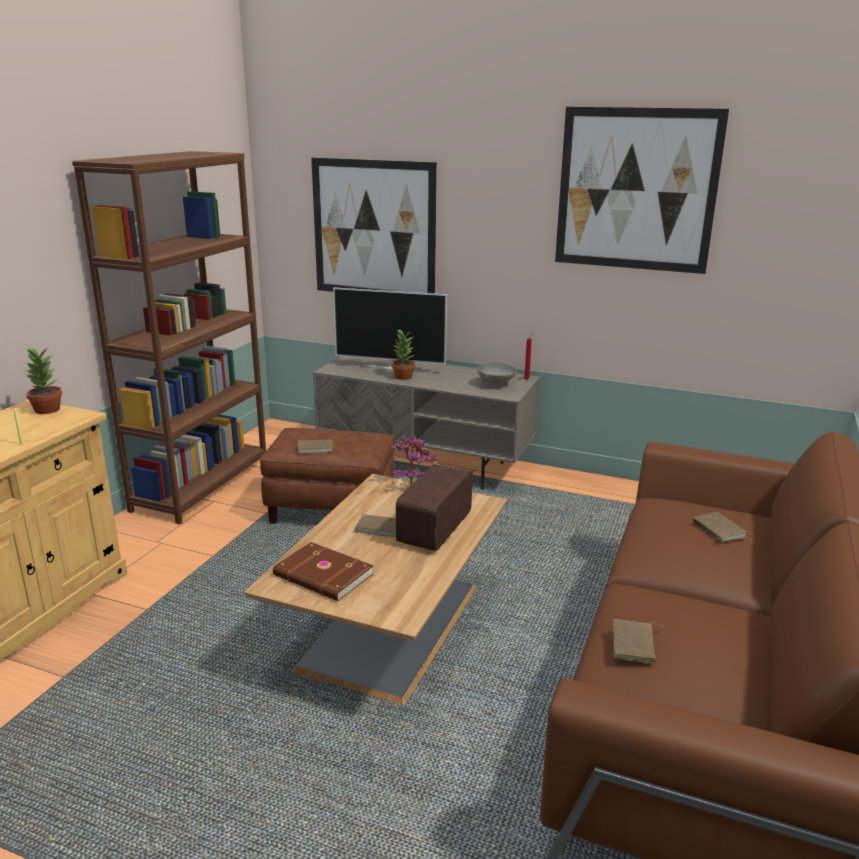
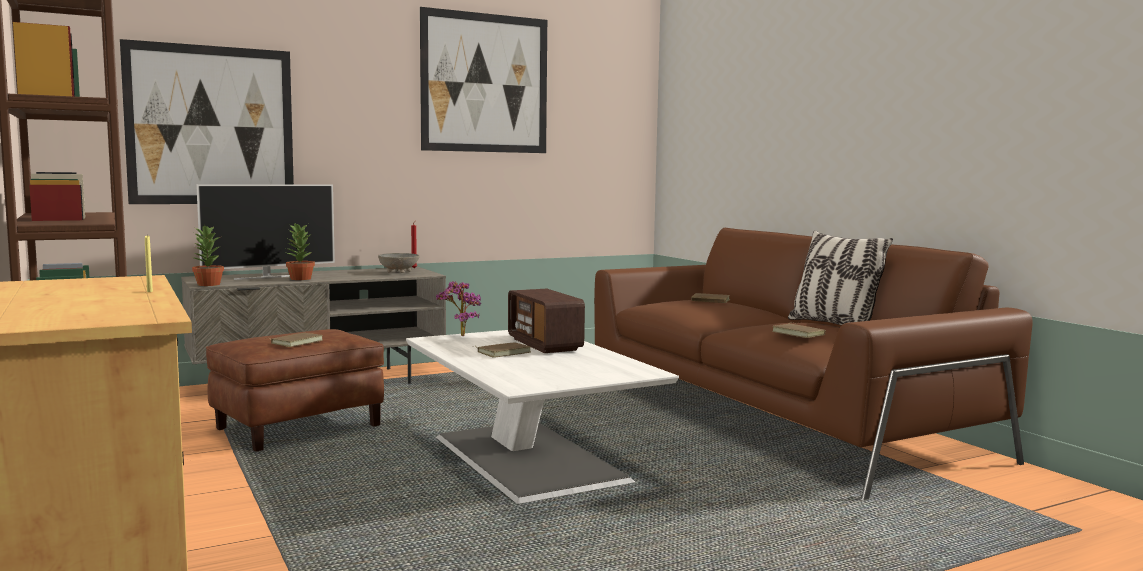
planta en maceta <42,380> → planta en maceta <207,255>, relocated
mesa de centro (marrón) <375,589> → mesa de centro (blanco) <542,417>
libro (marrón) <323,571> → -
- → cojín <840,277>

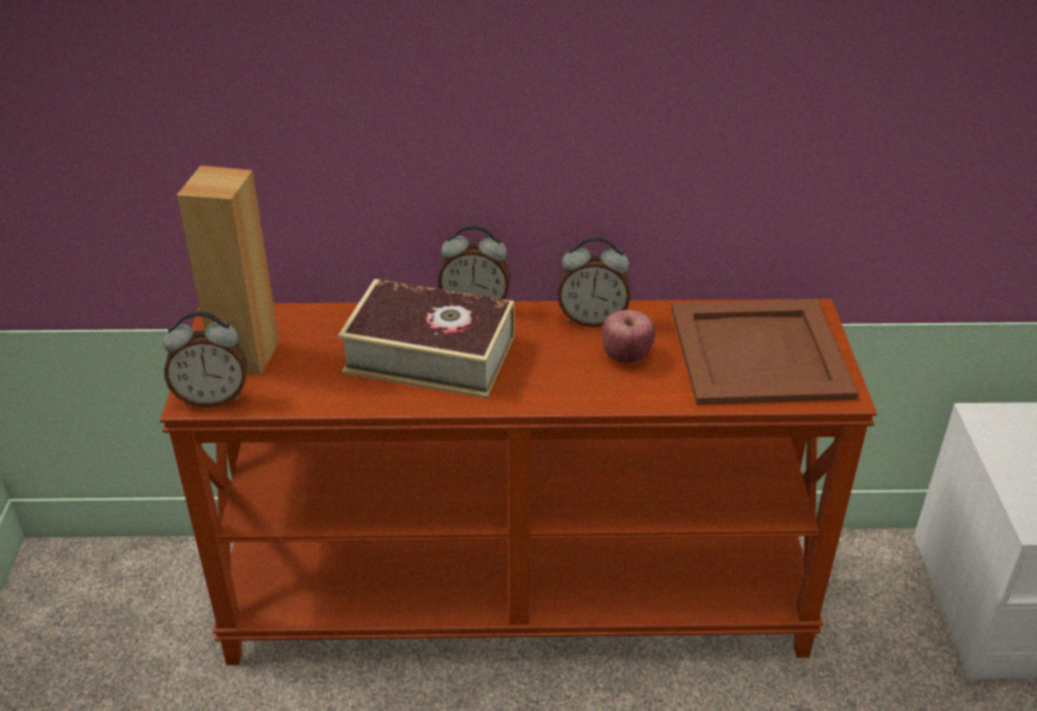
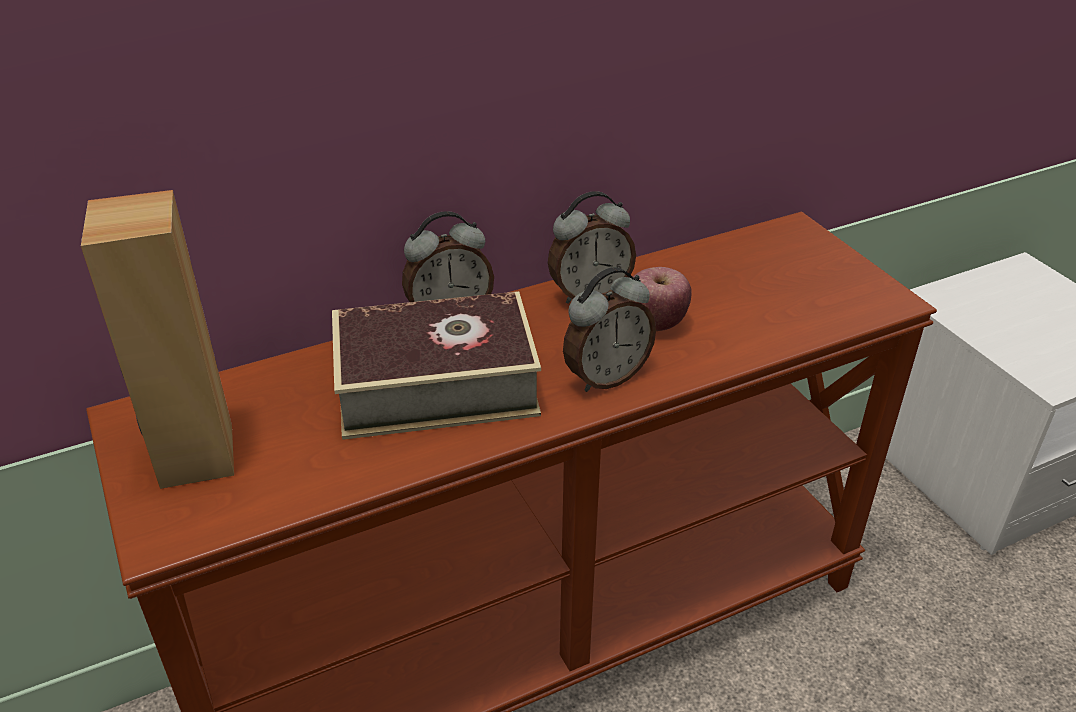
despertador <205,359> → despertador <609,329>, relocated
bandeja (marrón) <764,352> → -

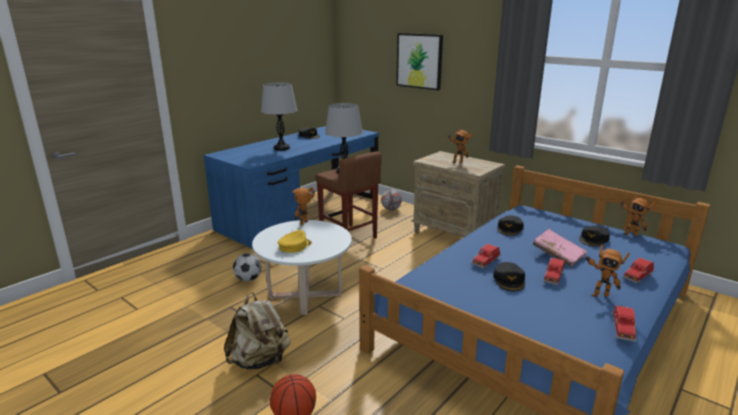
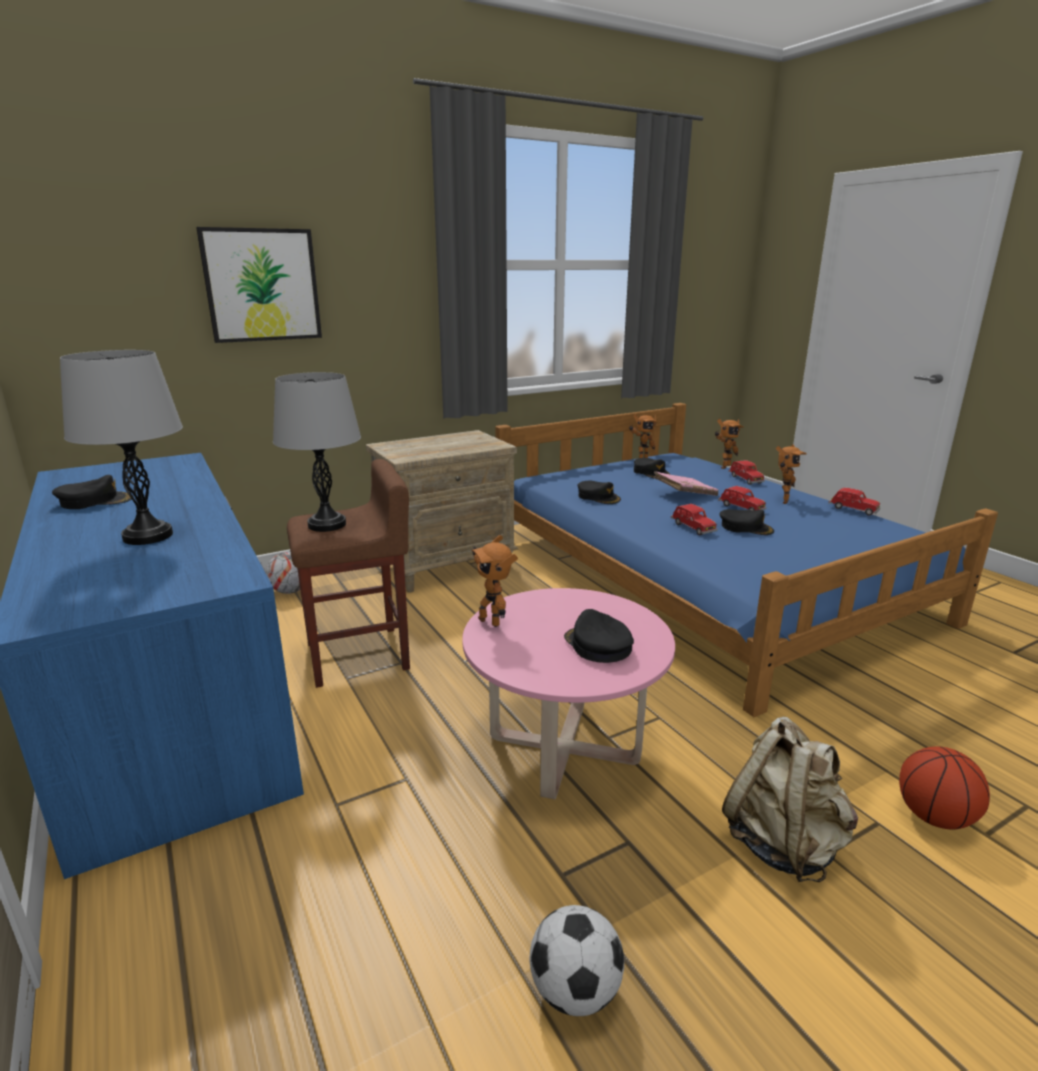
balón de fútbol <247,267> → balón de fútbol <577,960>, relocated
mesa de centro (blanco) <302,267> → mesa de centro (rosa) <568,693>
gorra (amarillo) <294,241> → gorra (negro) <599,636>
robot de juguete <461,146> → robot de juguete <729,444>, relocated

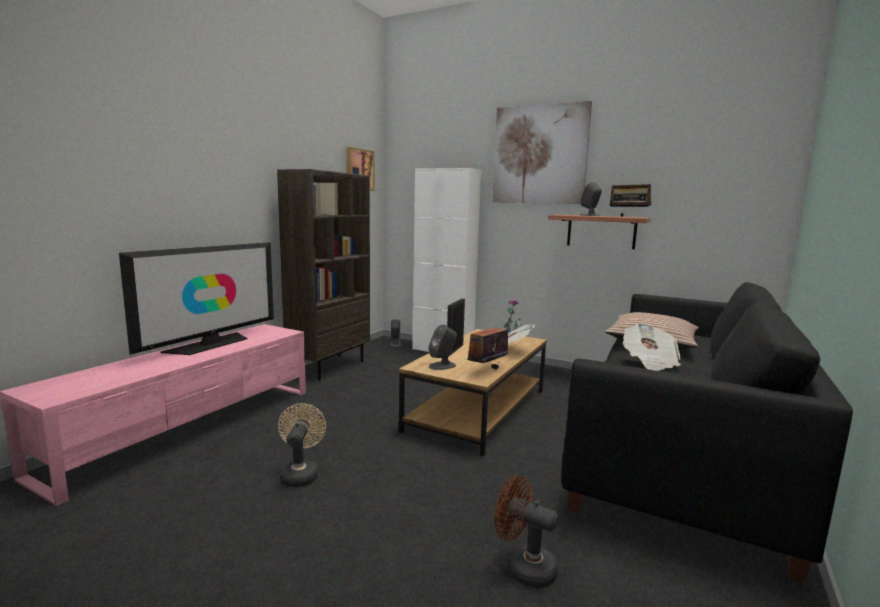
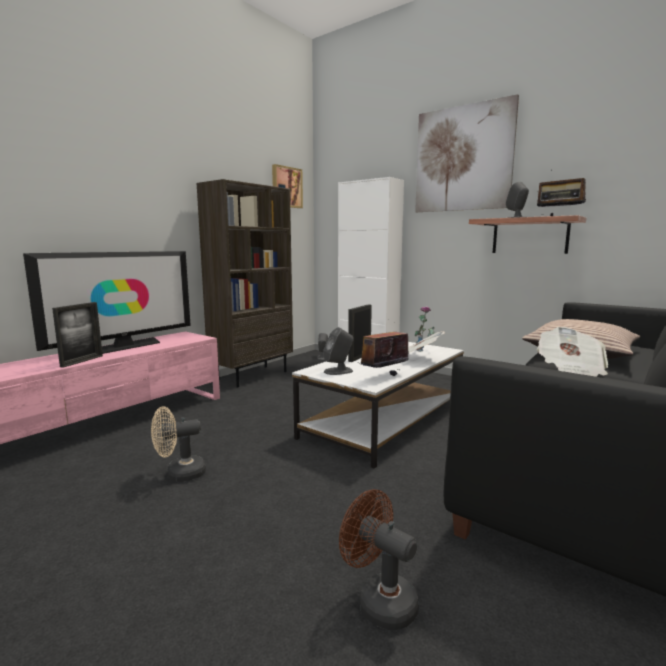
ventilador (beis) <302,445> → ventilador (beis) <178,444>, 120 degrees counterclockwise
mesa de centro (marrón) <473,393> → mesa de centro (blanco) <378,405>
- → portarretratos <77,335>

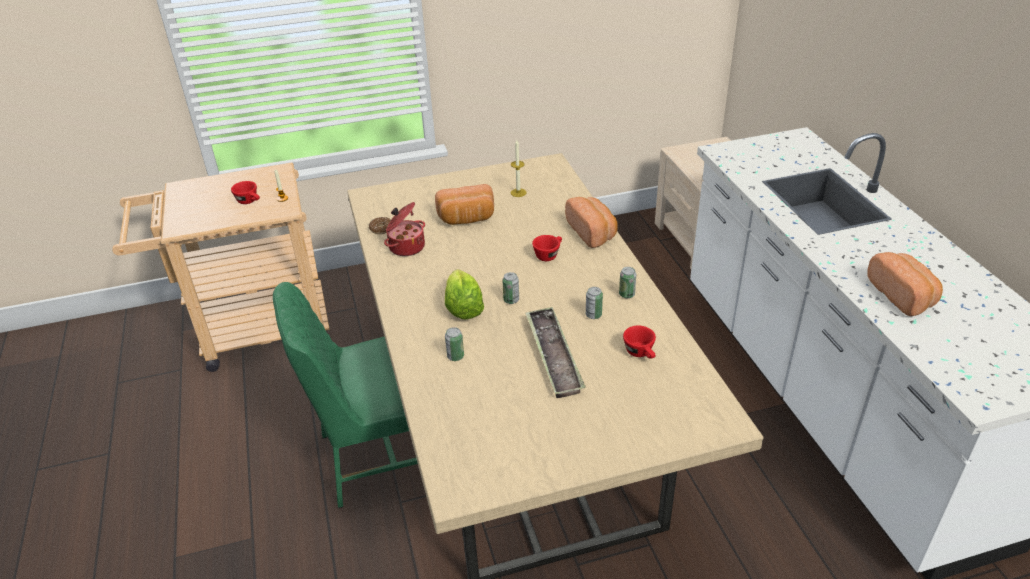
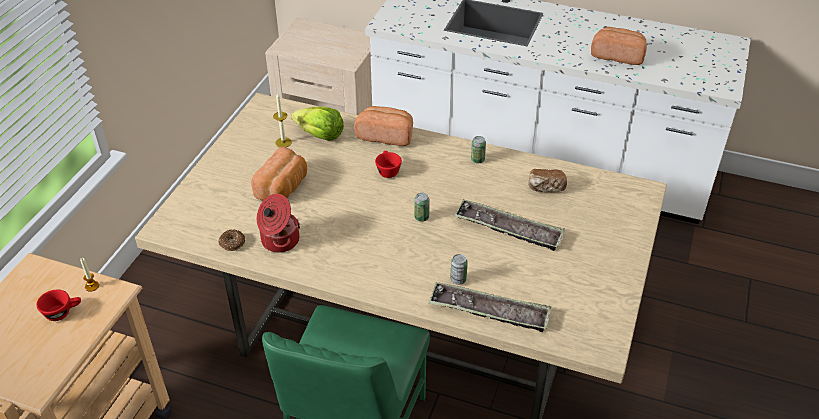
lechuga <464,294> → lechuga <317,123>, relocated
lata <594,303> → -
taza (rojo) <639,342> → pan <548,180>
- → bandeja <490,307>

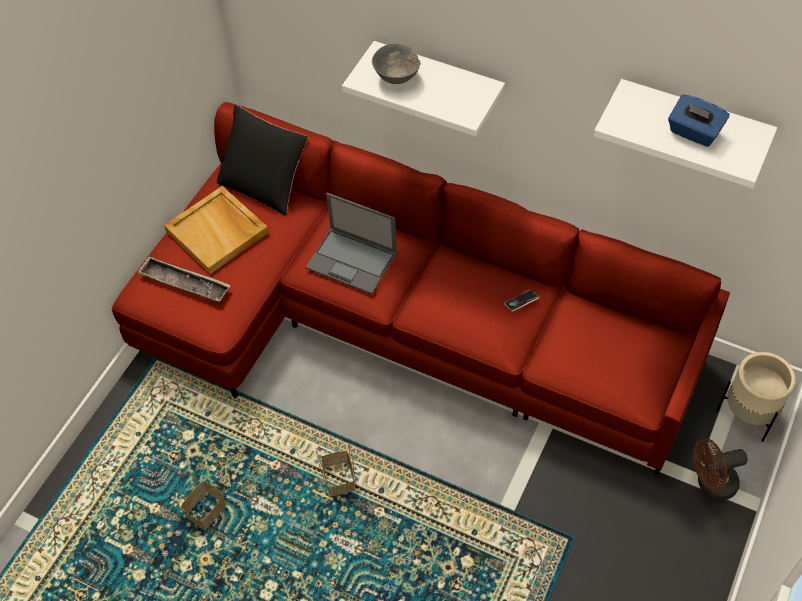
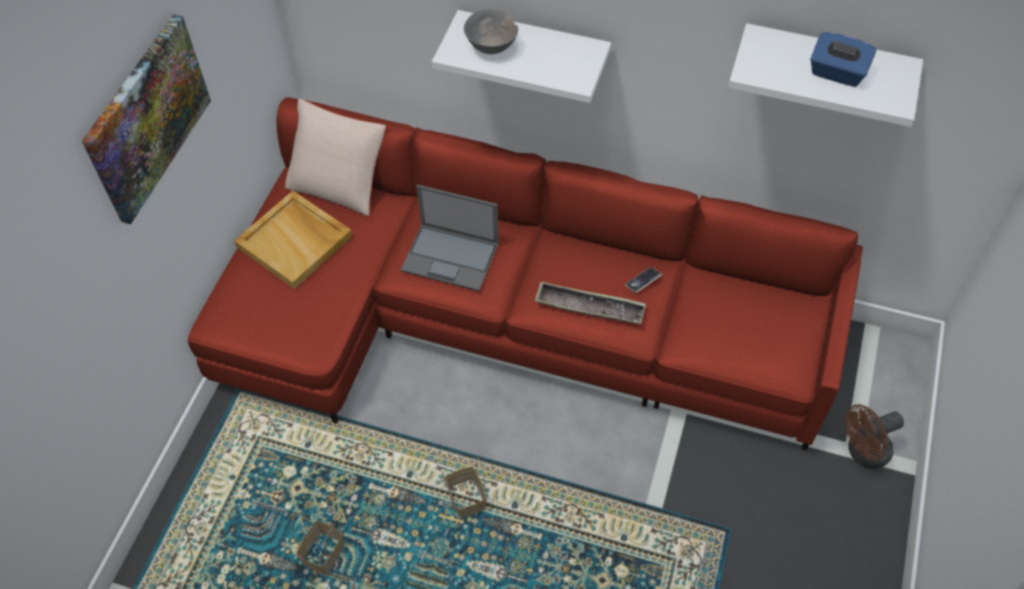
bandeja <184,279> → bandeja <590,303>, relocated
cojín (negro) <262,160> → cojín (beis) <335,157>
maceta (beis) <755,397> → -
- → cuadro <146,119>

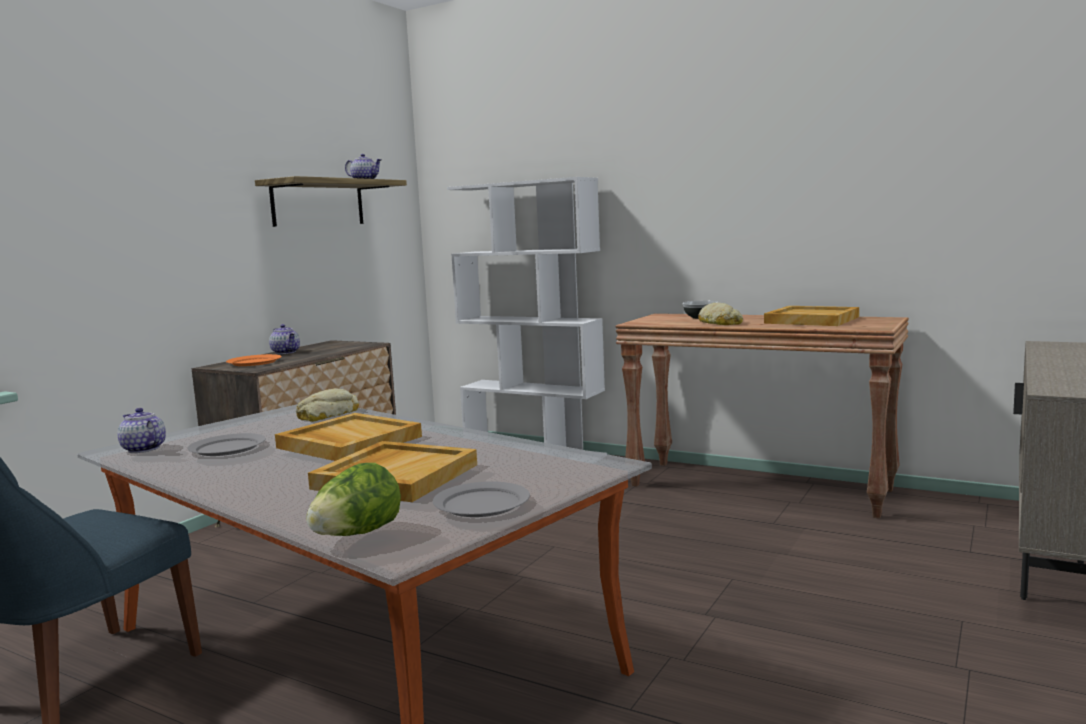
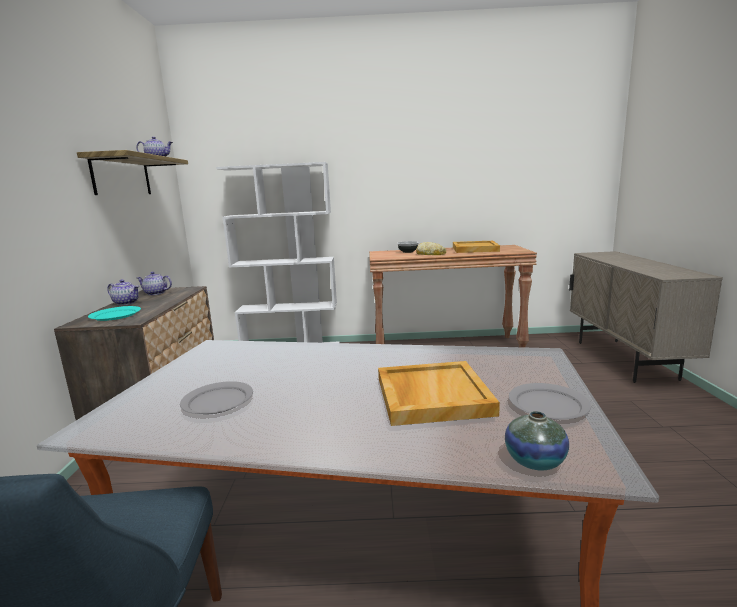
tetera <141,430> → tetera <154,283>, relocated
plato (naranja) <254,360> → plato (turquesa) <114,313>
bandeja (beis) <348,437> → -
pan <327,405> → -
lechuga <353,499> → florero <537,441>

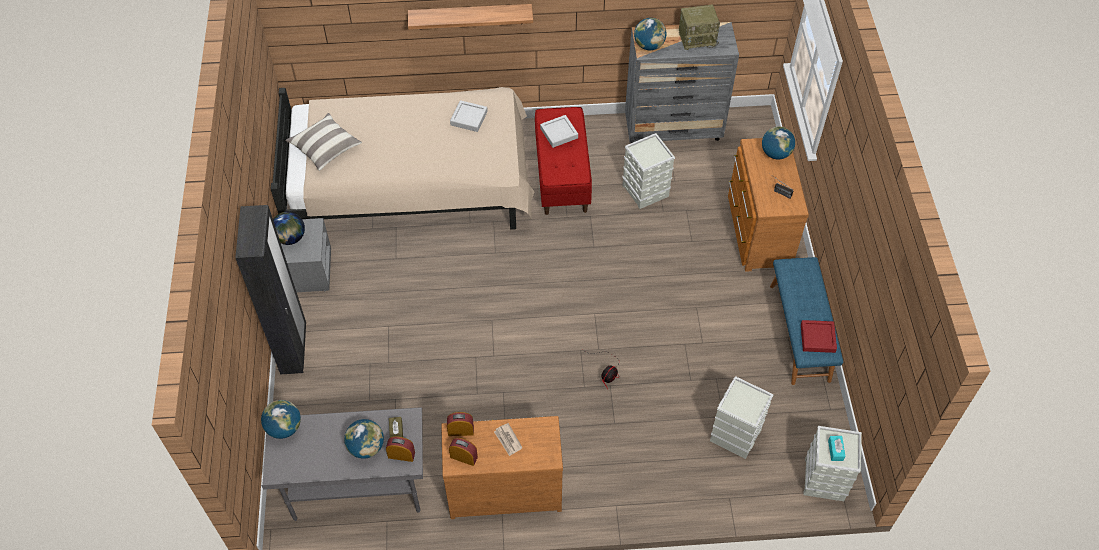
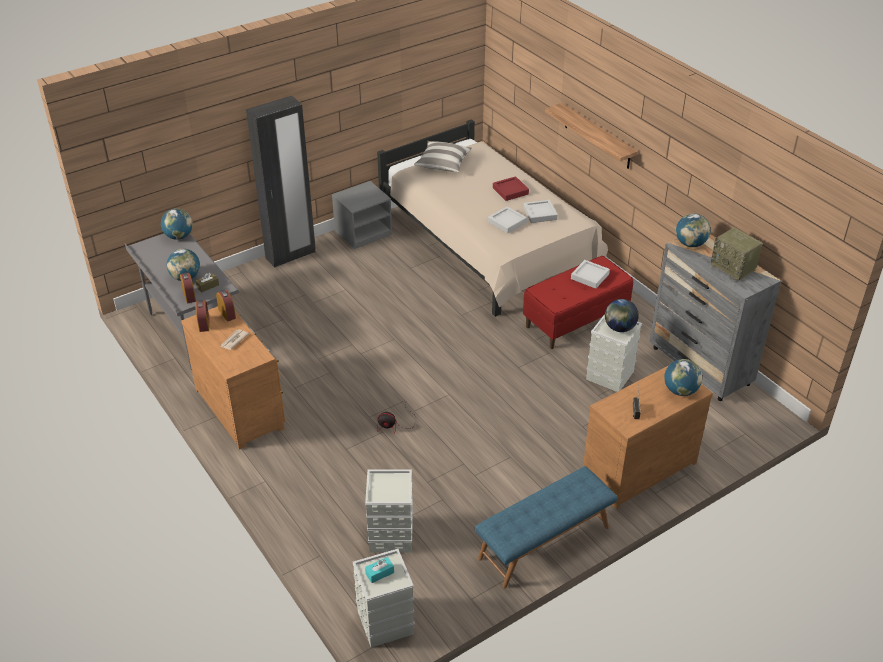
globo terráqueo <289,228> → globo terráqueo <622,315>, relocated
bandeja (rojo) <819,336> → bandeja (rojo) <511,188>, relocated
- → bandeja (gris) <507,220>

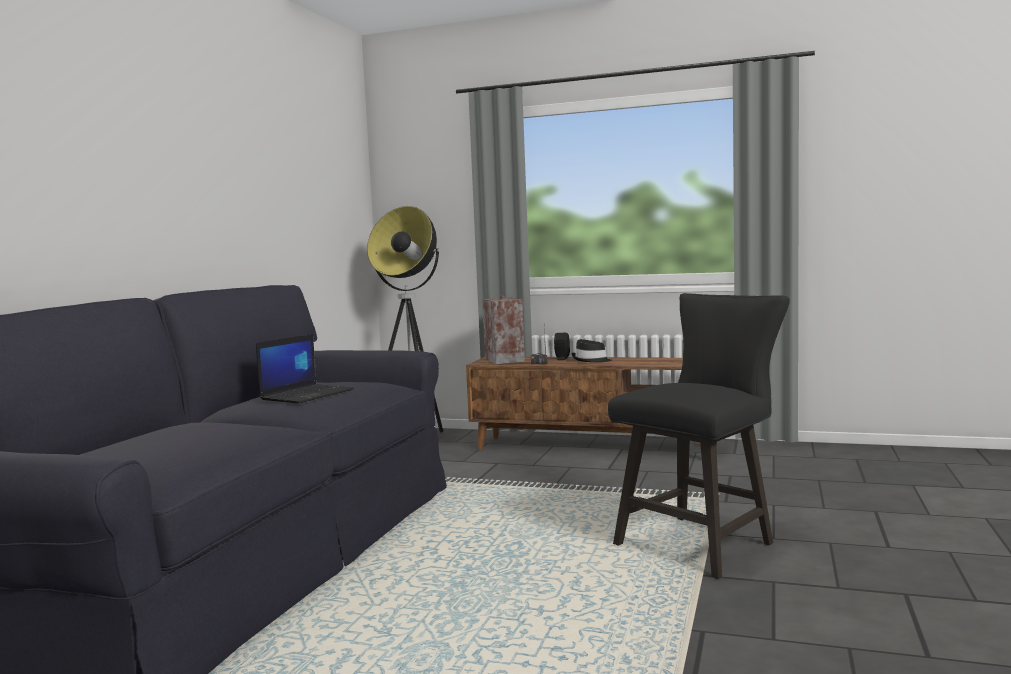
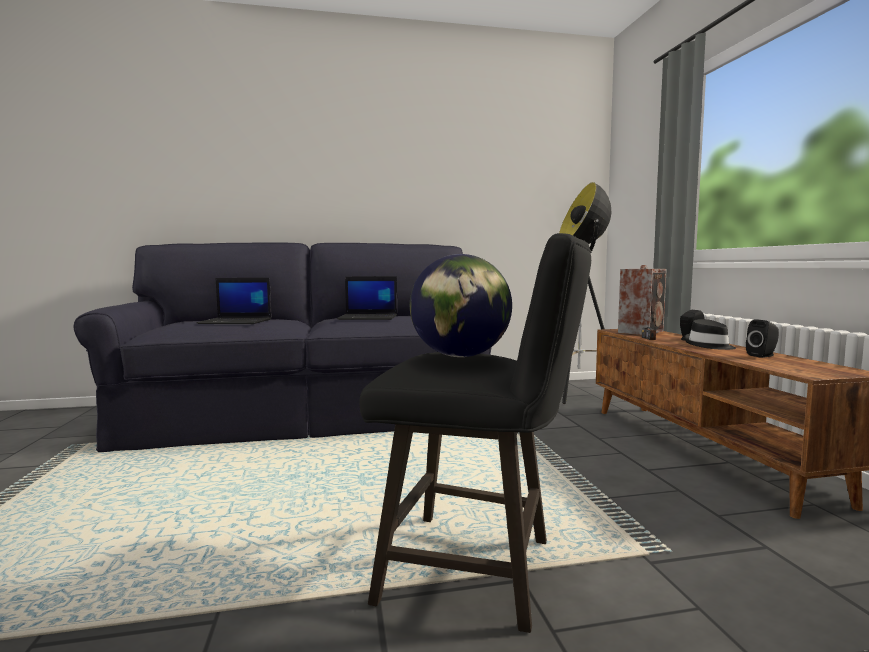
- → portátil <234,301>
- → globo terráqueo <461,305>
- → altavoz (negro) <762,338>

